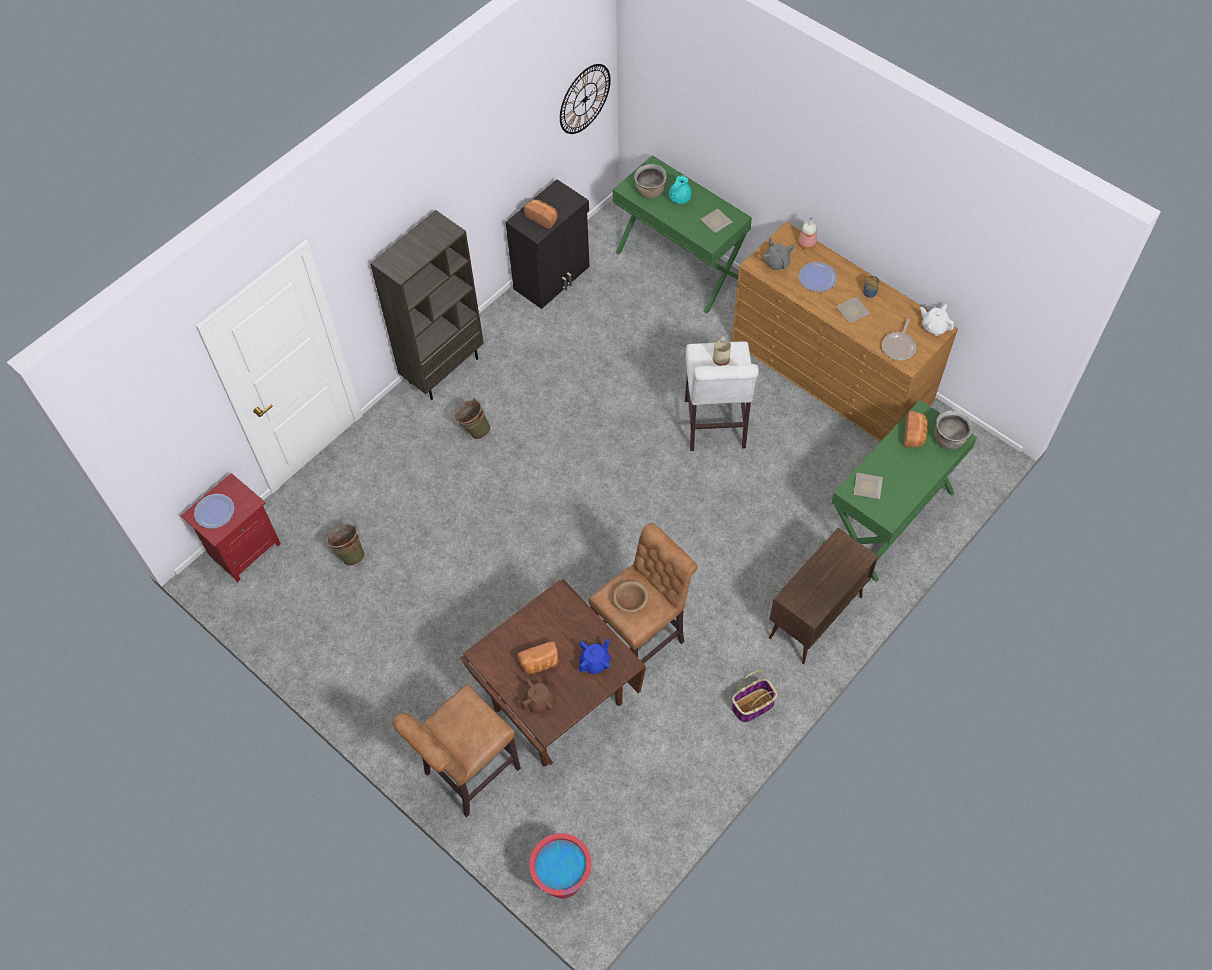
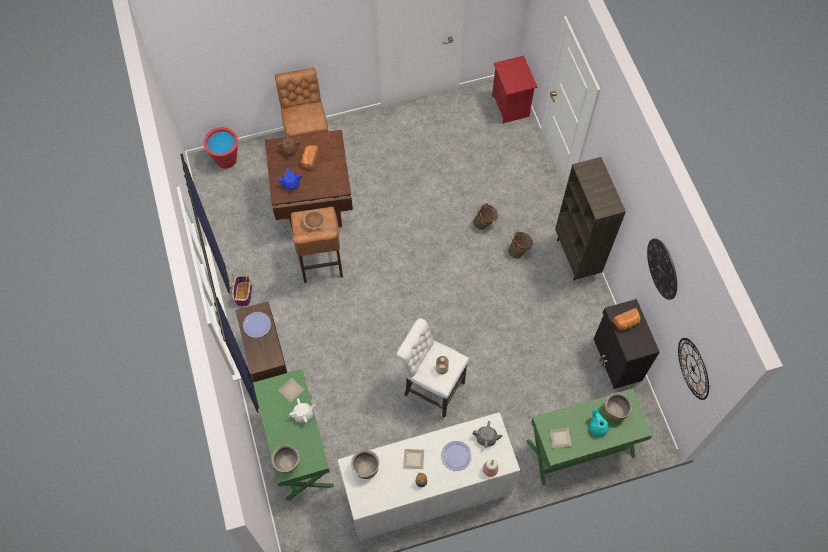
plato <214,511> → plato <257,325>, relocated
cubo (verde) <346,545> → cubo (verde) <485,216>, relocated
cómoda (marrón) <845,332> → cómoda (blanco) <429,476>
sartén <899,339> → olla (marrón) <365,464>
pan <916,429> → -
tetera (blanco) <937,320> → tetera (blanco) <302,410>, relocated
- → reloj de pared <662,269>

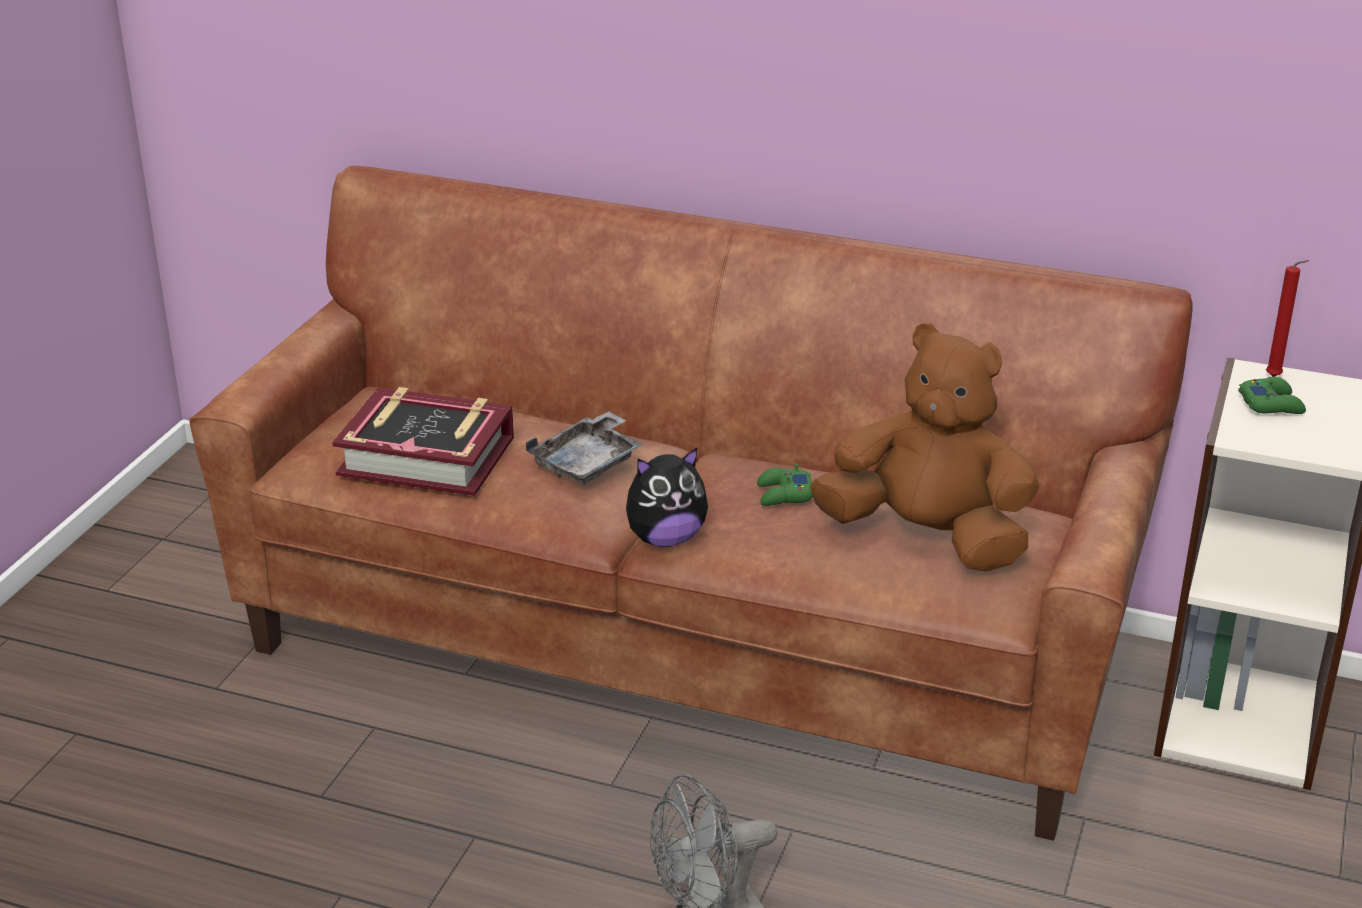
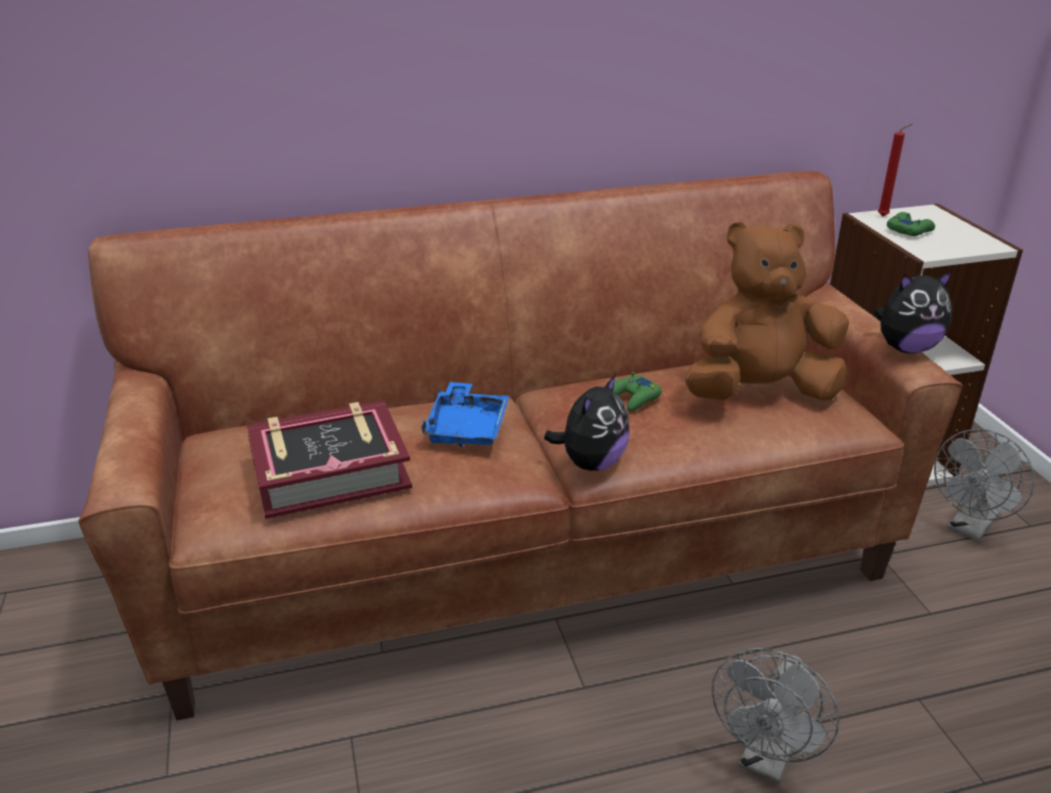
bandeja (gris) <585,447> → bandeja (azul) <465,414>
- → peluche <913,312>
- → ventilador (gris) <984,485>

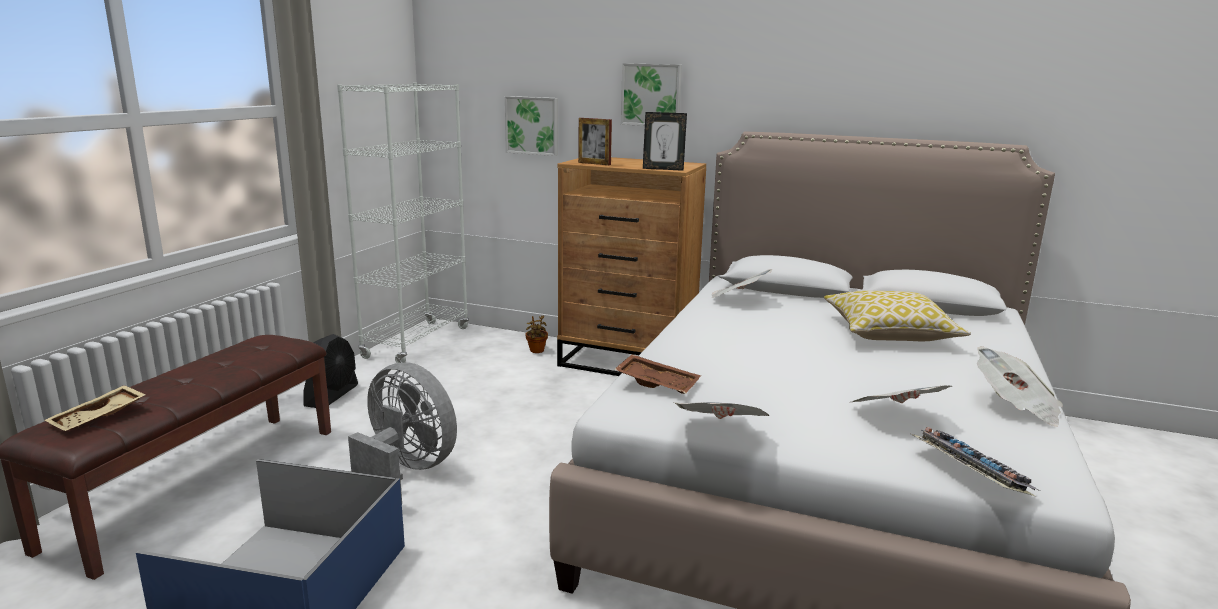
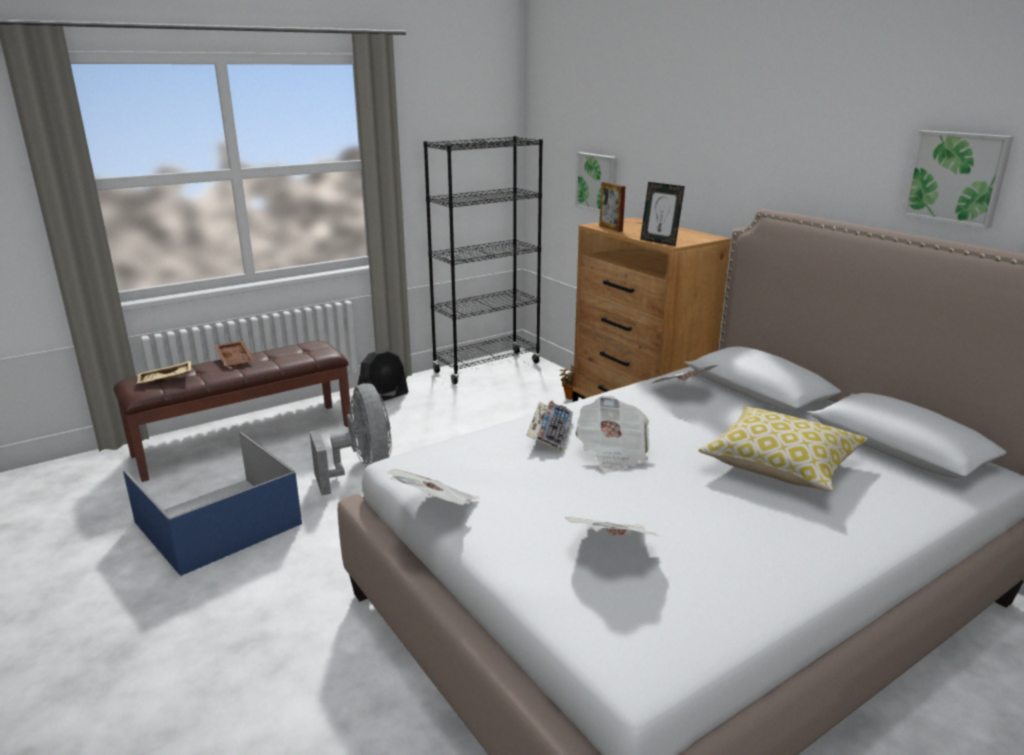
estantería (blanco) <403,223> → estantería (negro) <483,260>
bandeja (marrón) <657,374> → bandeja (marrón) <234,354>, relocated
cuadro <651,94> → cuadro <958,179>, relocated
teclado <975,462> → teclado <550,426>, relocated
periódico <1020,386> → periódico <612,434>, relocated

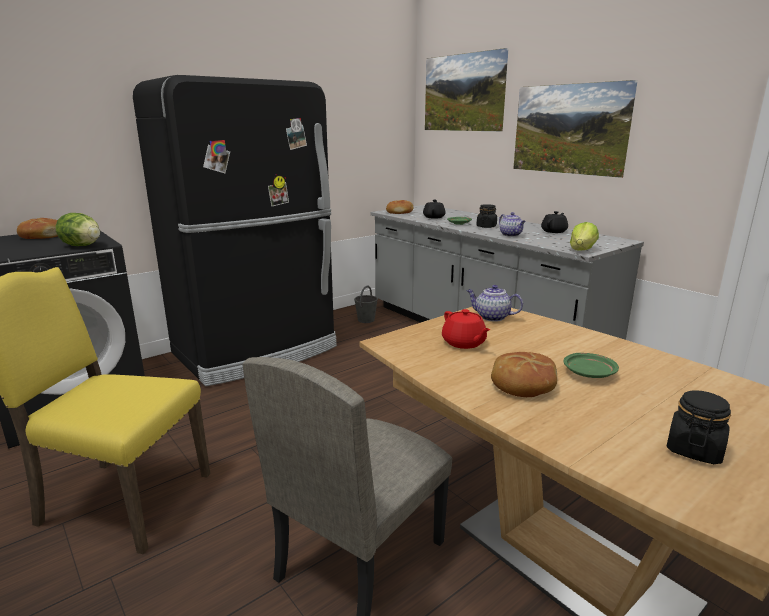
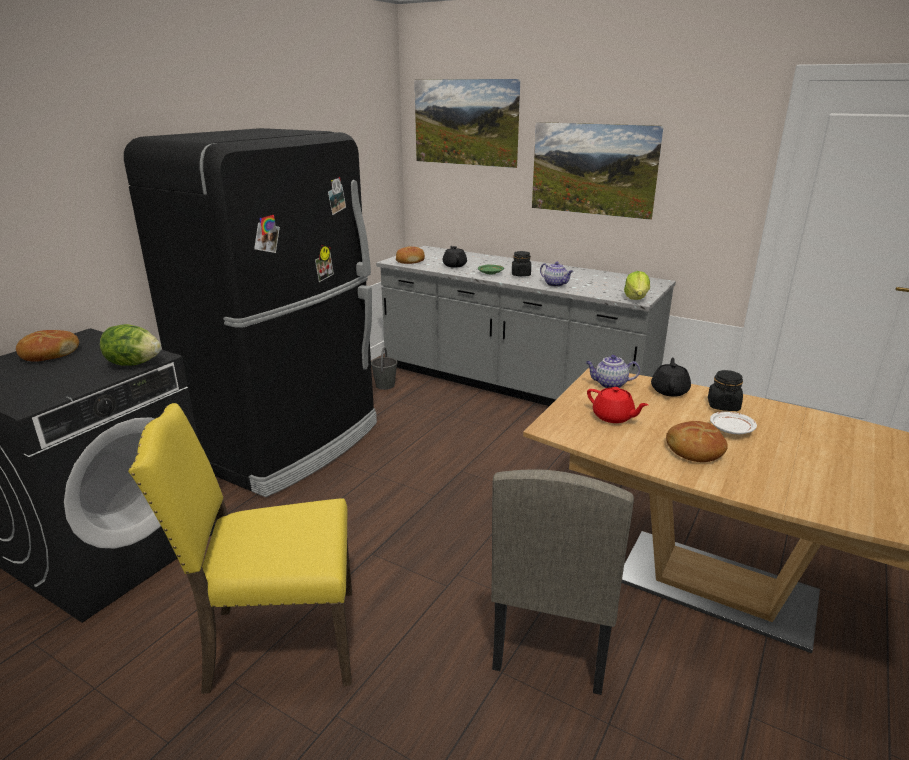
tetera (negro) <554,222> → tetera (negro) <671,377>, relocated
plato (verde) <591,365> → plato (blanco) <733,423>
tarro (negro) <699,427> → tarro (negro) <725,390>, relocated

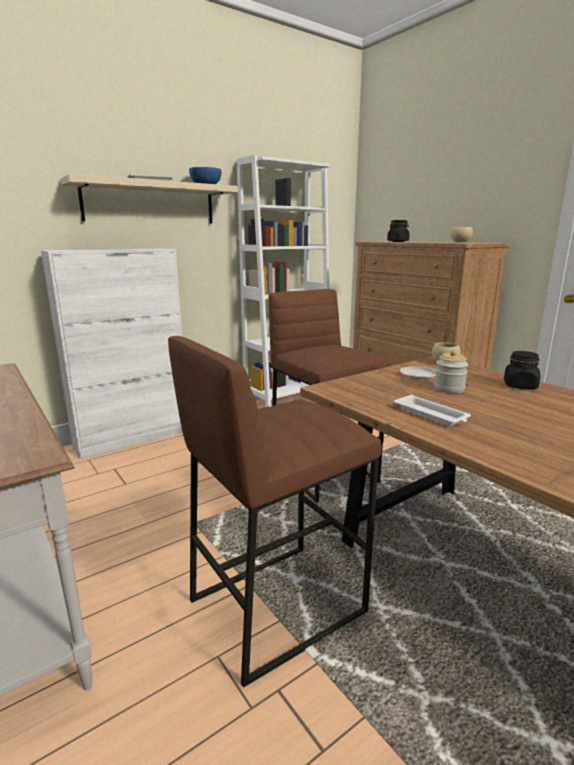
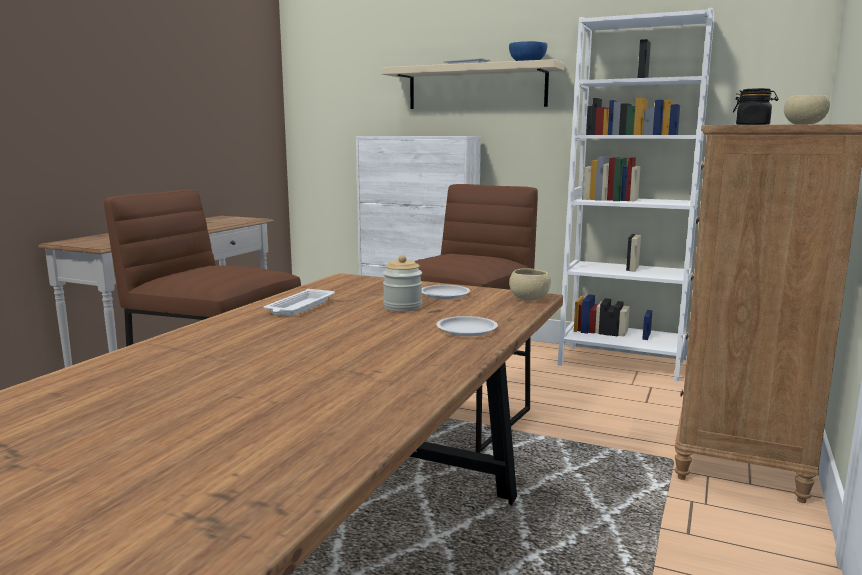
tarro (negro) <522,370> → plato (blanco) <467,326>

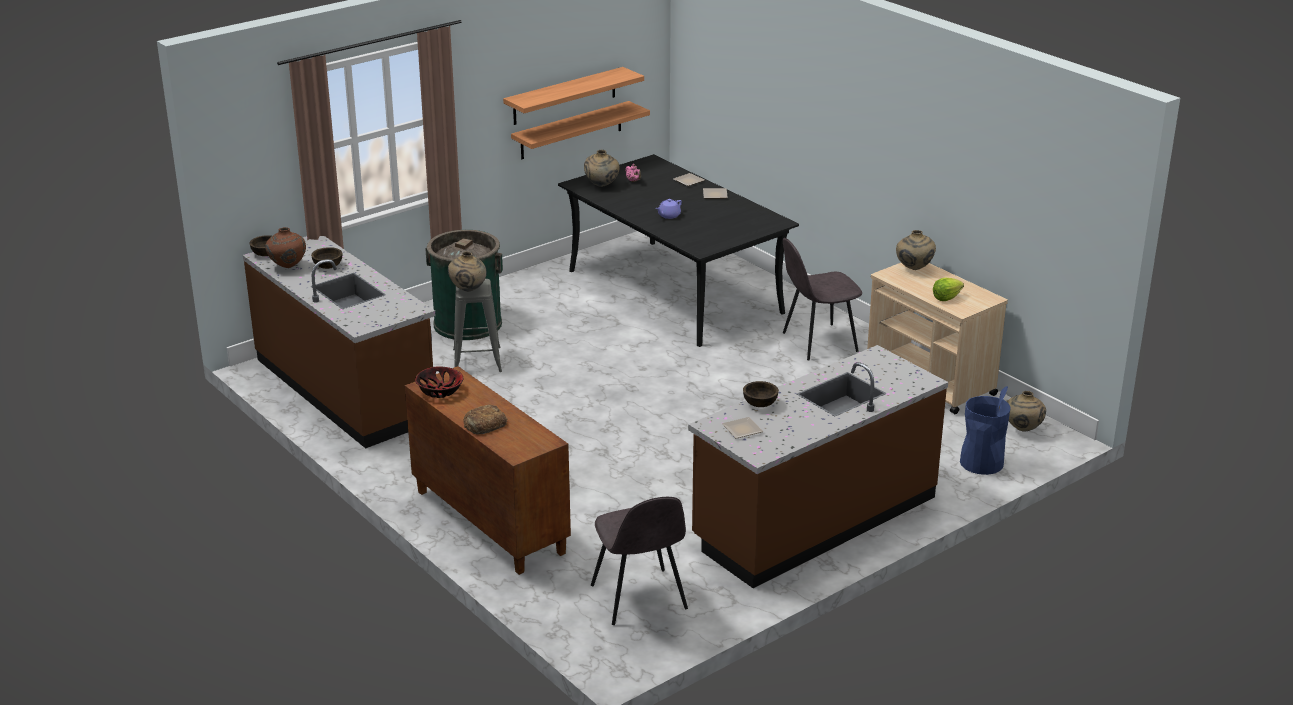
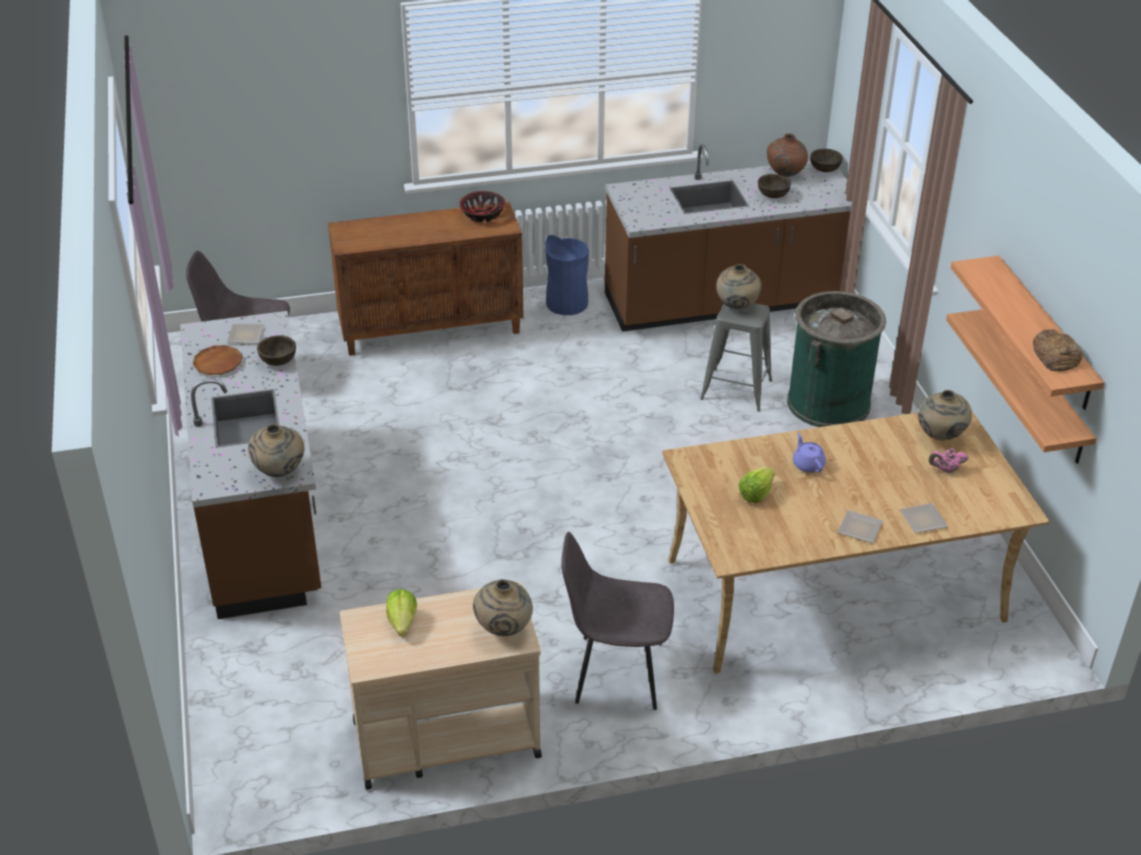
pan <485,419> → pan <1058,350>, relocated
mesa de comedor (negro) <678,250> → mesa de comedor (beis) <855,543>
silla (gris) <822,299> → silla (gris) <617,621>, 90 degrees counterclockwise
papelera (azul) <985,430> → papelera (azul) <567,275>, relocated
florero (beis) <1026,411> → florero (beis) <276,450>, relocated
- → plato (marrón) <218,360>
- → lechuga <757,485>

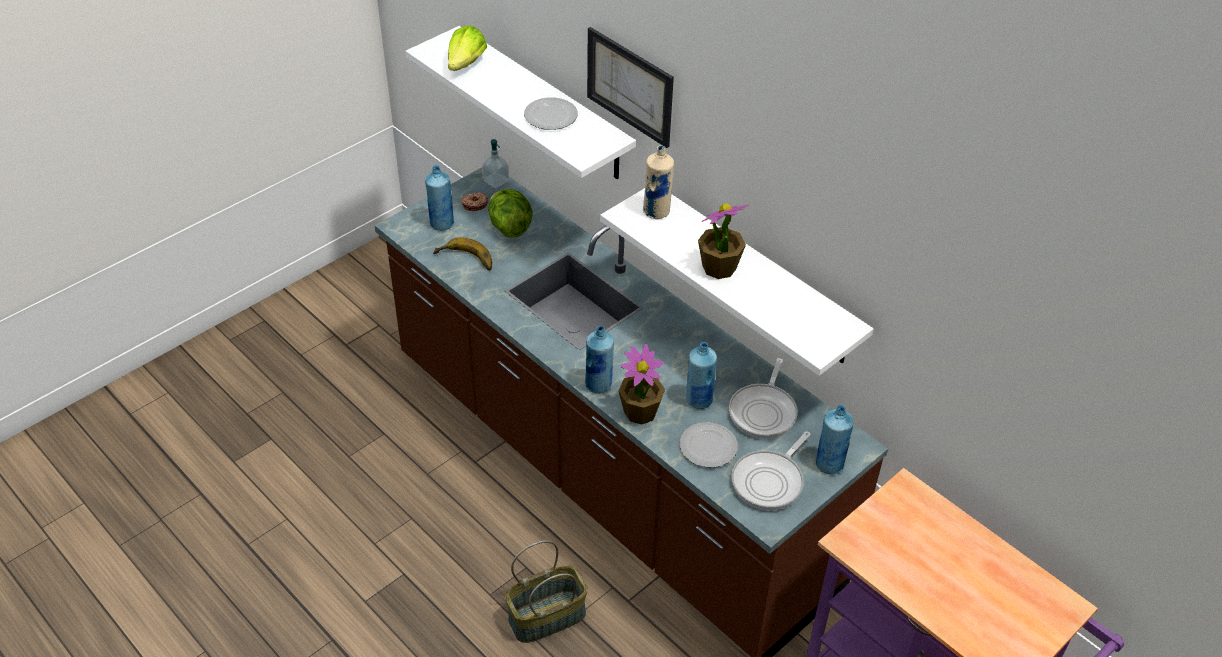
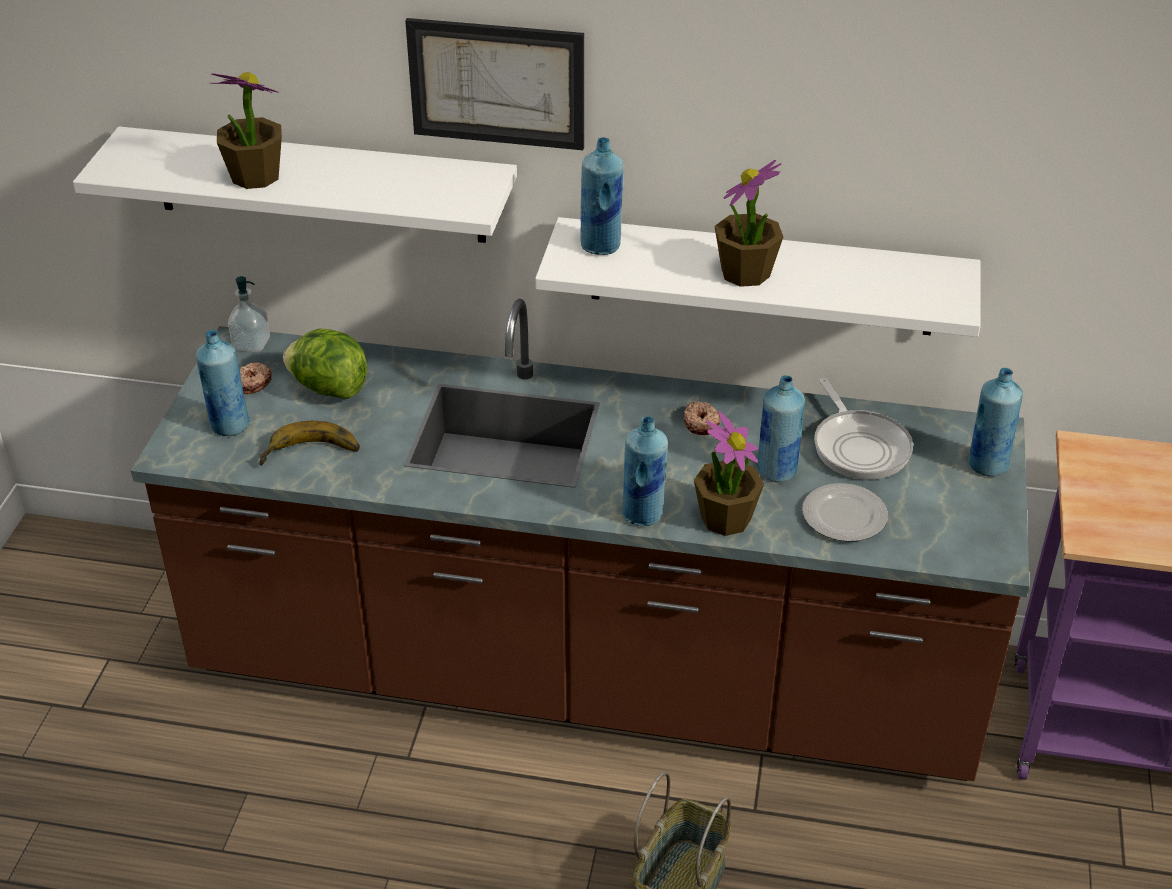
lechuga <467,48> → -
plato <551,113> → -
botella (beis) <658,182> → botella (azul) <602,196>
sartén <771,470> → -
- → planta en maceta <246,131>
- → rosquilla <701,418>

